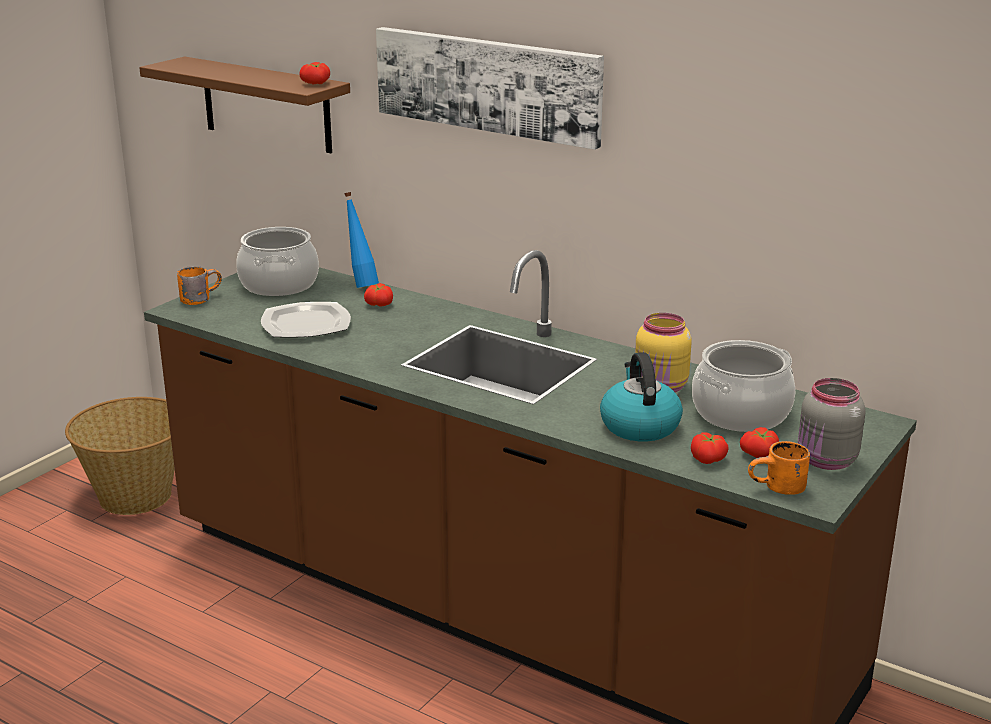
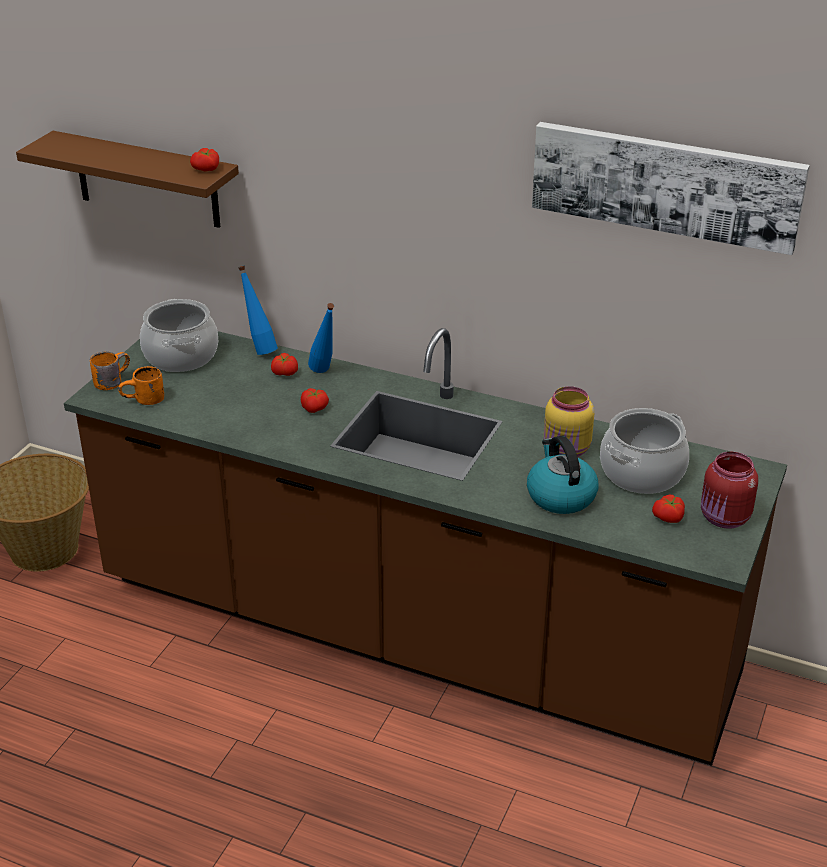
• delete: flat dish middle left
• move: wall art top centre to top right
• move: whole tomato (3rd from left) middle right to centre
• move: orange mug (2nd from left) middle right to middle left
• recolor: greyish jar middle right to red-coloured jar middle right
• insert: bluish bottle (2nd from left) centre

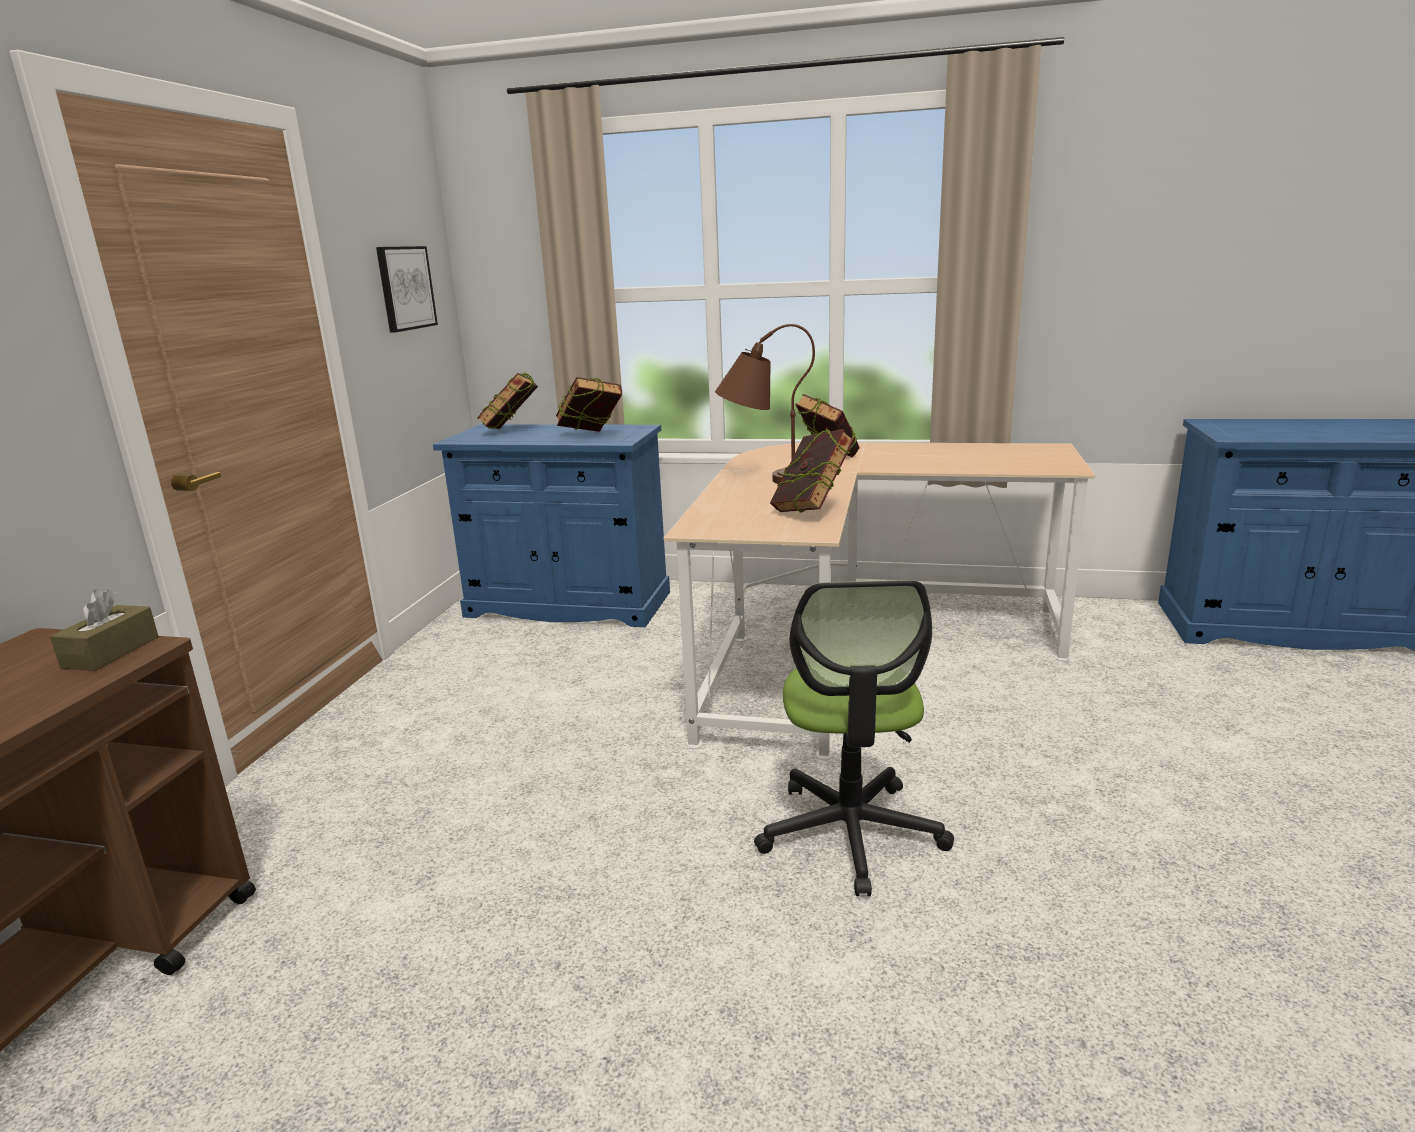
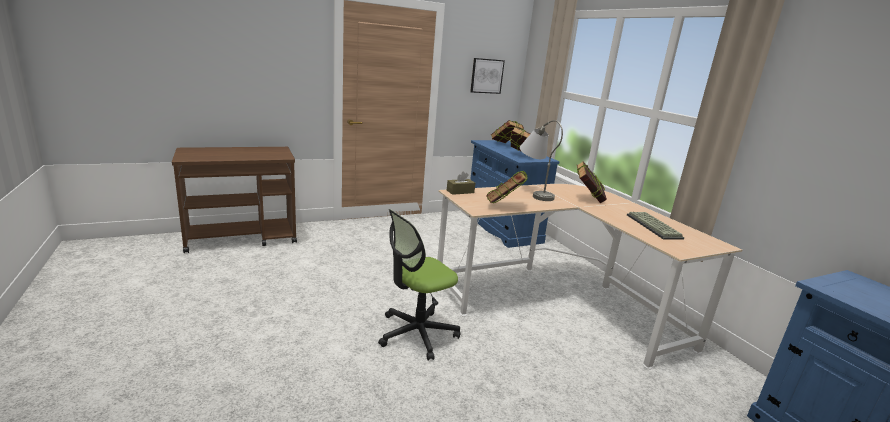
• move: brownish tissue holder middle left to centre
• recolor: brownish lamp for a table centre to greyish lamp for a table centre
• insert: keyboard middle right

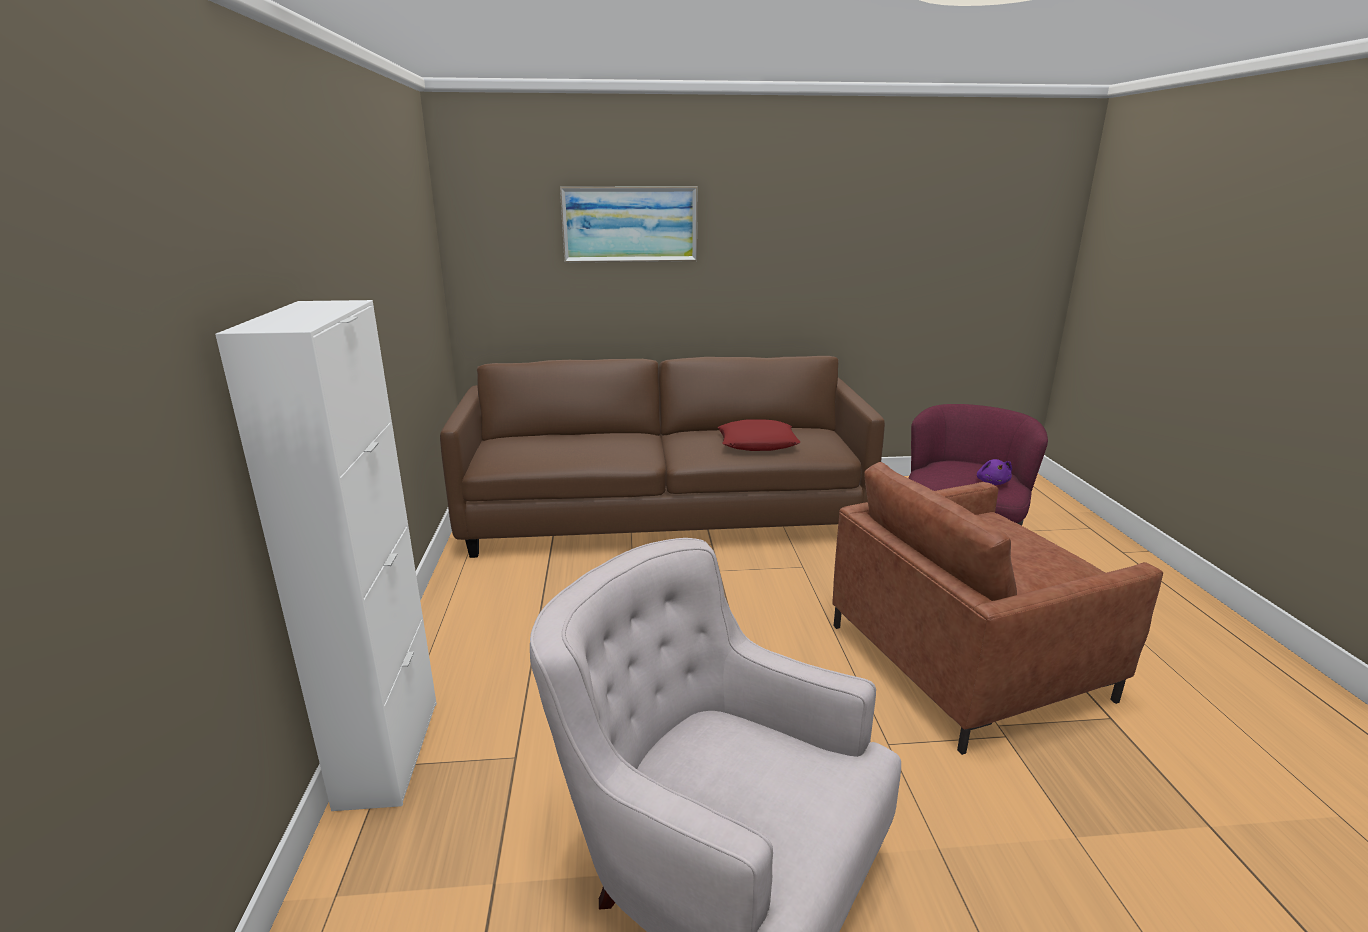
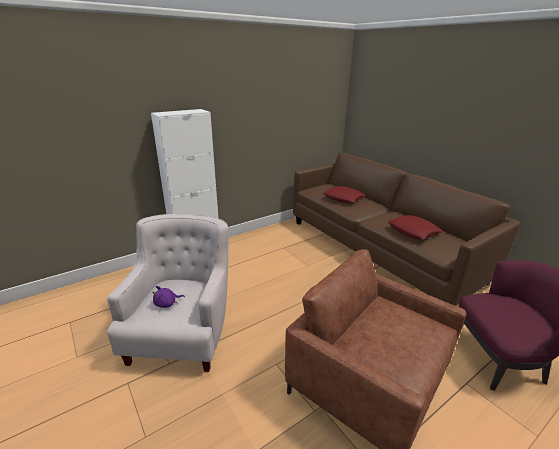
• delete: wall art top centre
• move: purplish plush toy middle right to middle left
• insert: red-coloured throw pillow (1st from left) centre

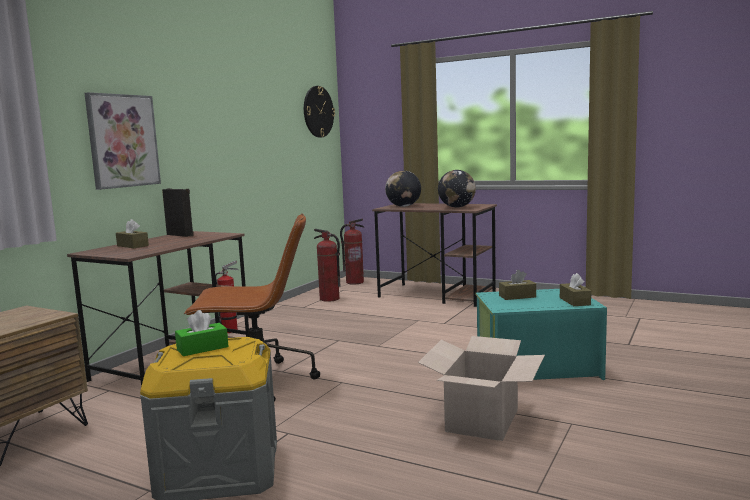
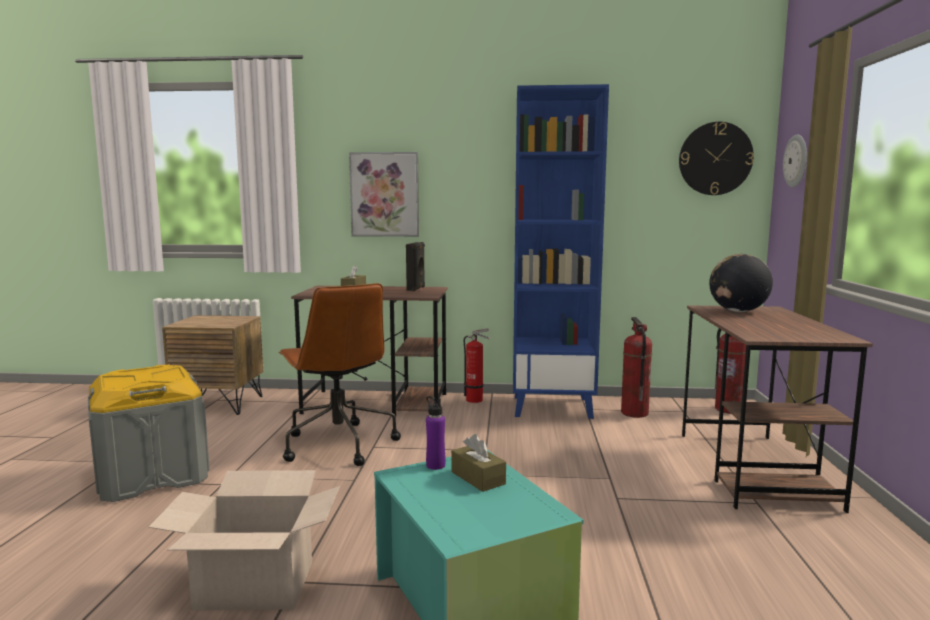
• delete: green-coloured tissue holder middle left
• delete: world globe (2nd from left) centre
• delete: brownish tissue holder (3rd from left) middle right
• insert: purplish bottle bottom centre
• insert: bluish shelving unit centre
• insert: wall clock (2nd from left) top right

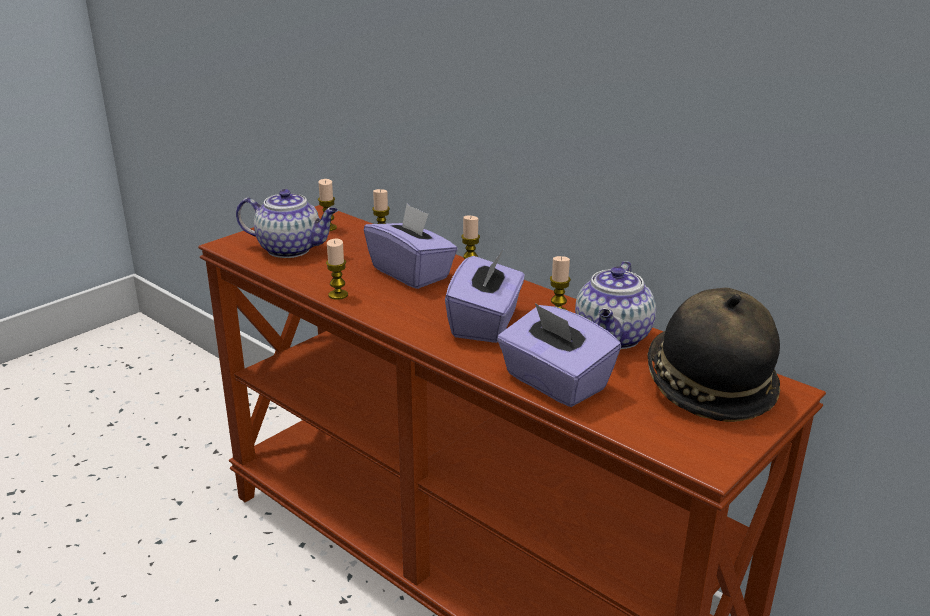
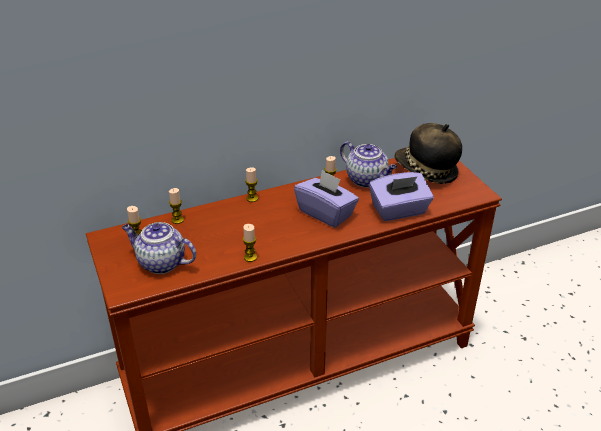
• rotate: pot for tea (1st from left) middle left = middle left 105 degrees counterclockwise
• delete: purplish tissue holder (1st from left) centre

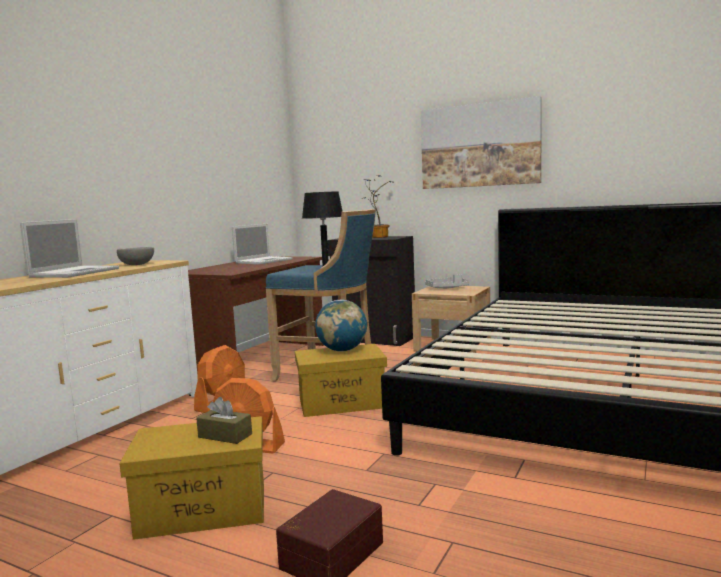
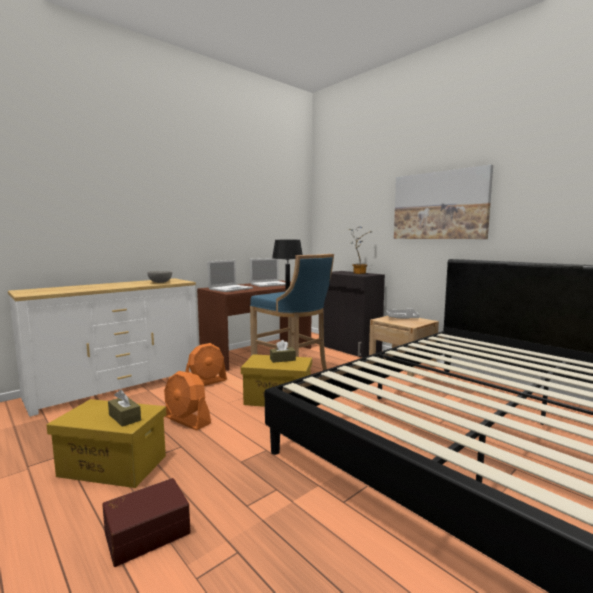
• move: notebook computer (1st from left) middle left to centre
• replace: world globe centre to brownish tissue holder (2nd from left) centre

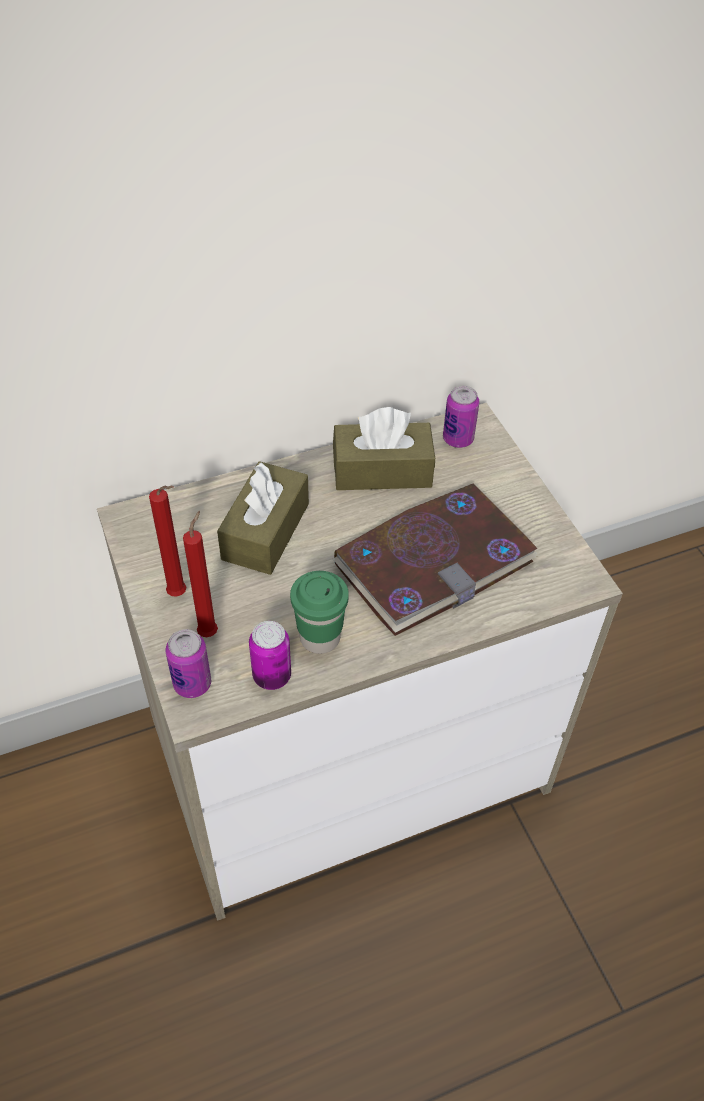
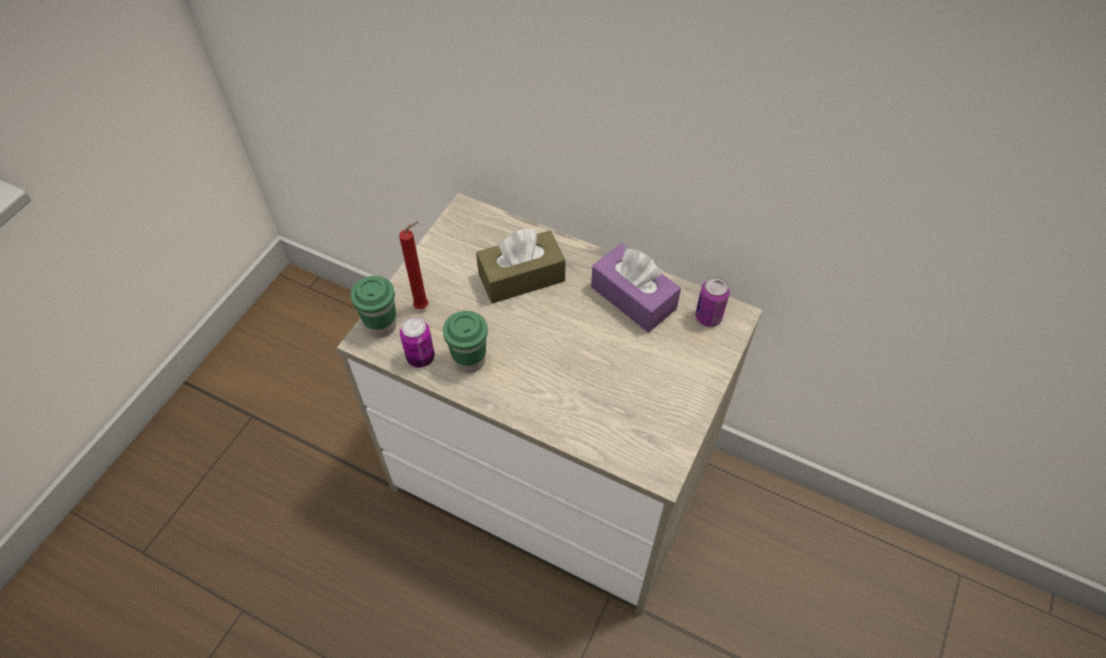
• delete: red-coloured candle (1st from left) middle left
• replace: sealed can (1st from left) middle left to green-coloured drinking cup (1st from left) centre
• recolor: brownish tissue holder (2nd from left) centre to purplish tissue holder centre
• delete: volume centre

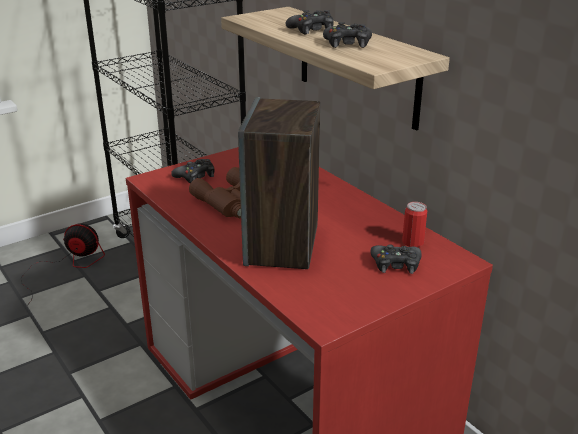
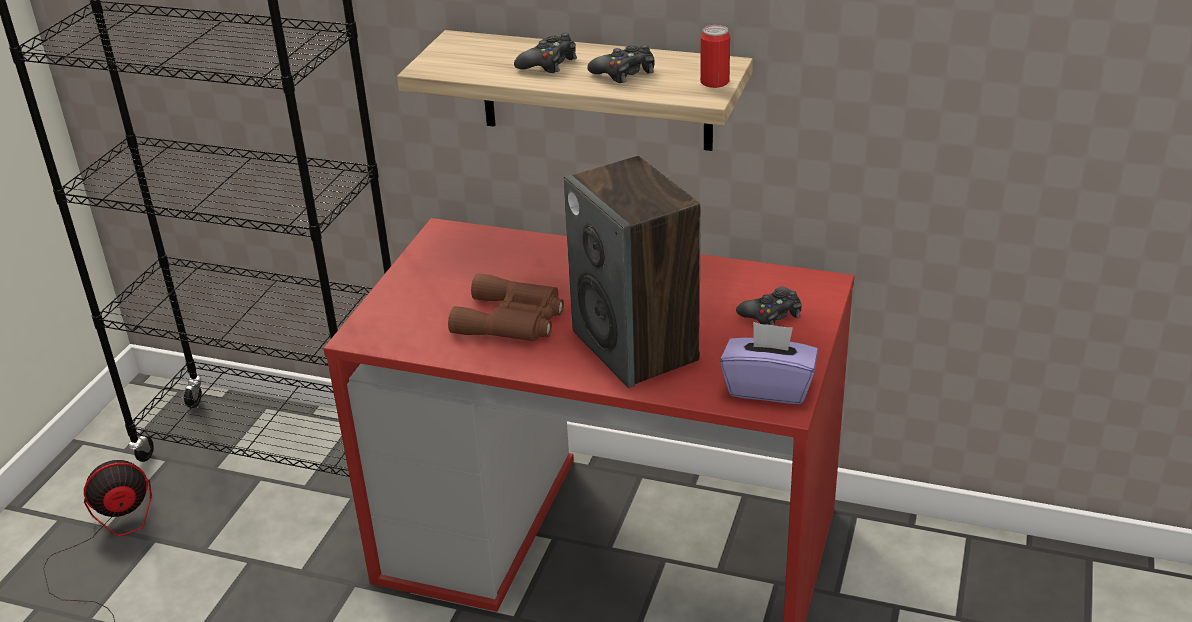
• delete: black gamepad (1st from left) middle left
• move: sealed can middle right to top centre
• insert: purplish tissue holder centre

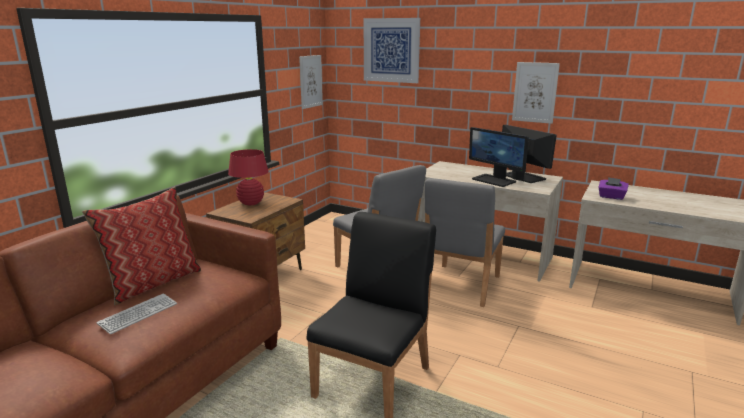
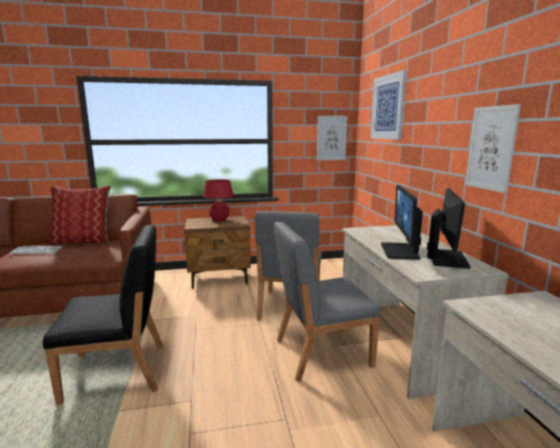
• delete: purplish tissue holder middle right

